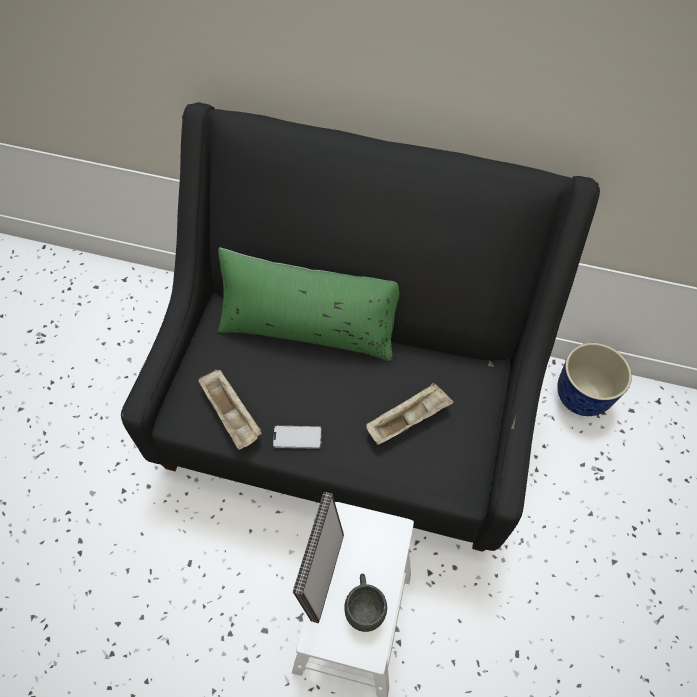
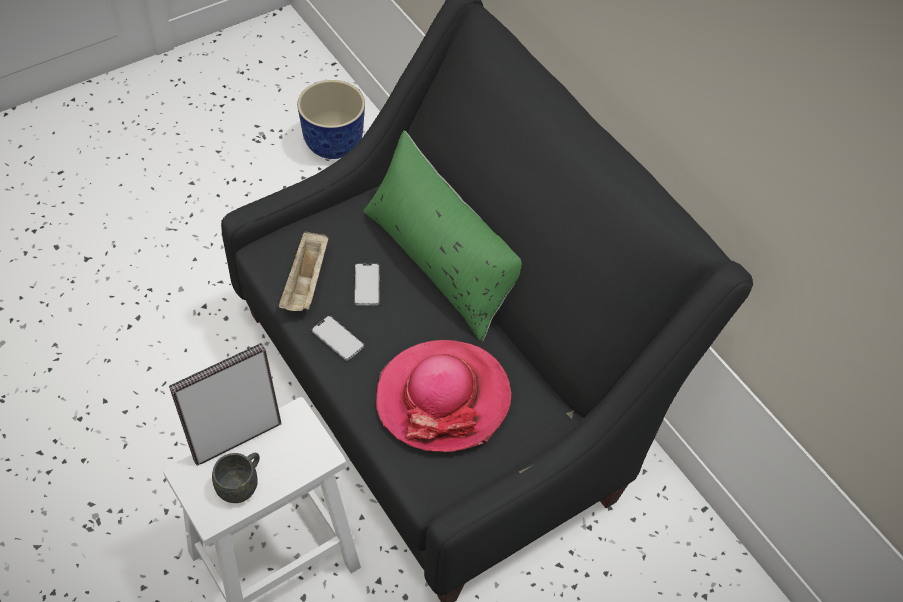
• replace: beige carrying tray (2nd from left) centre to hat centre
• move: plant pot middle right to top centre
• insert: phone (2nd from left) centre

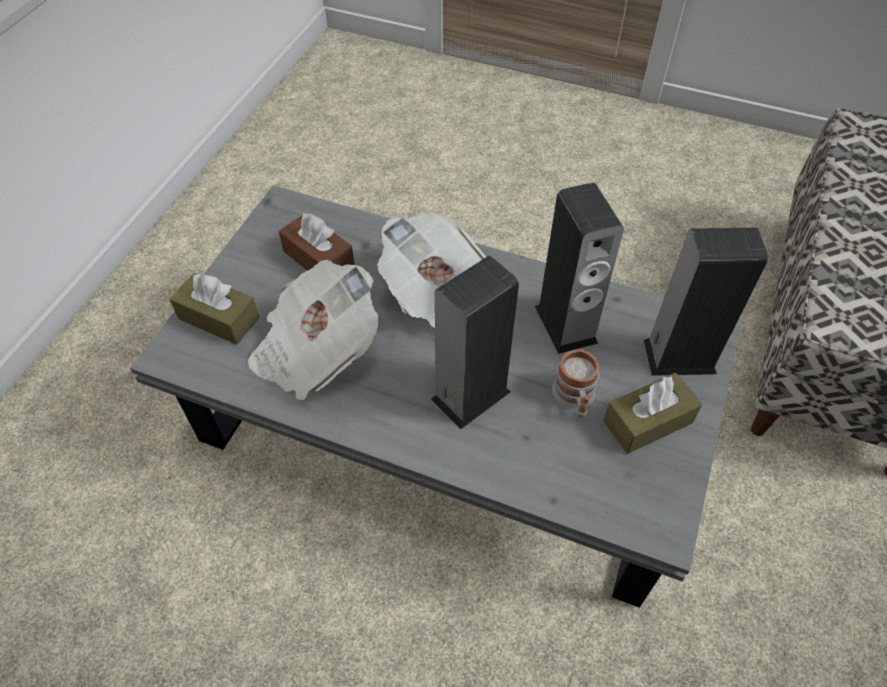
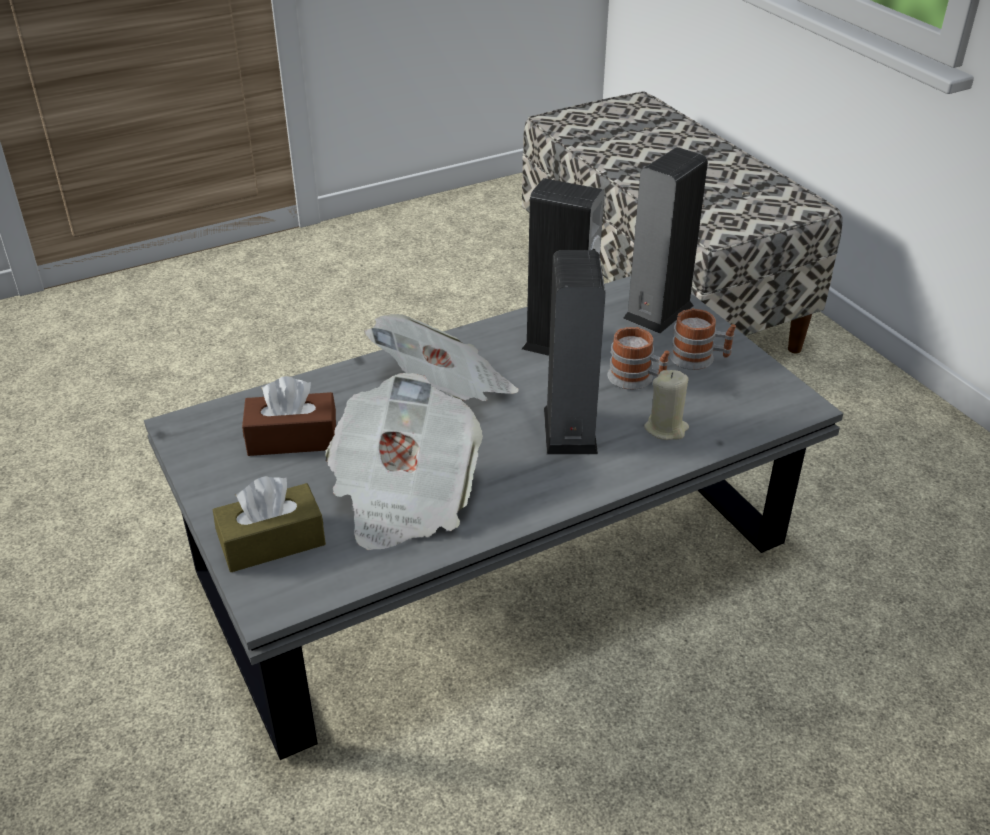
• replace: brownish tissue holder (3rd from left) middle right to mug (2nd from left) middle right
• insert: beige candle middle right

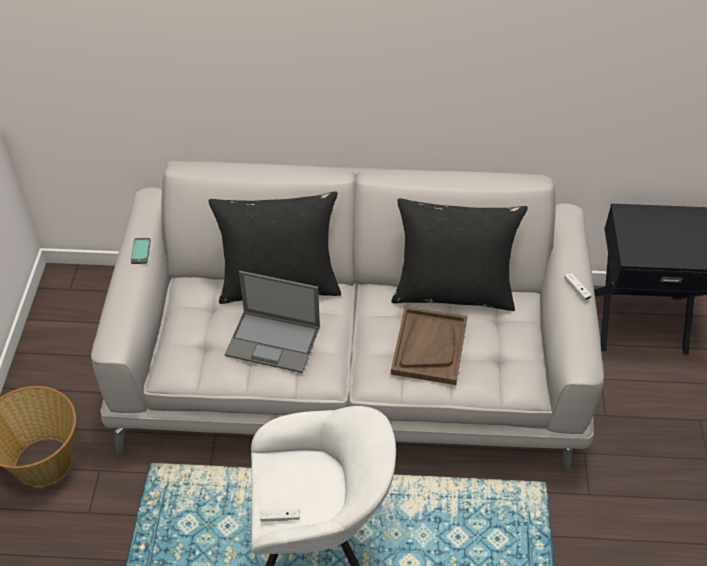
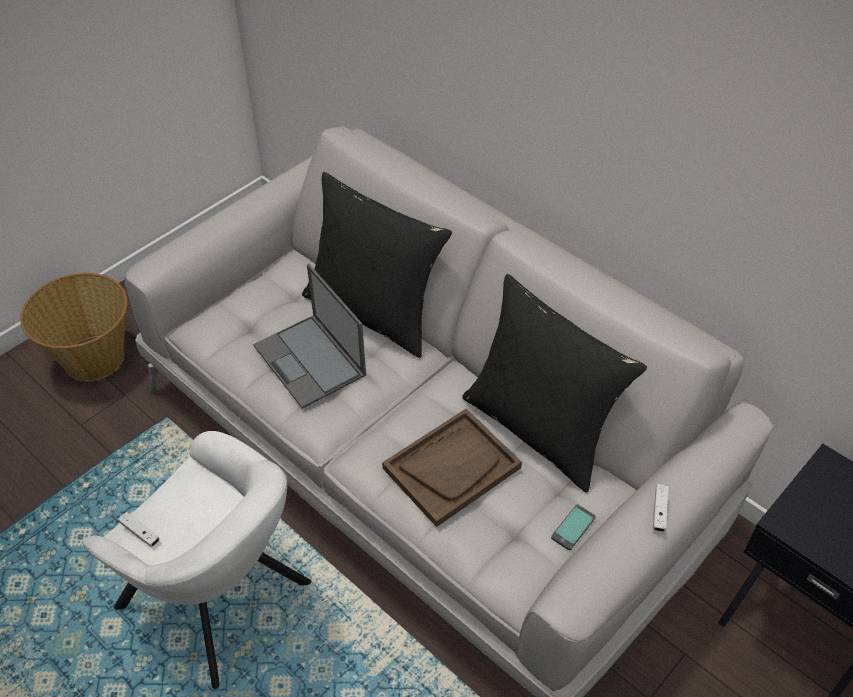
• move: phone middle left to bottom right

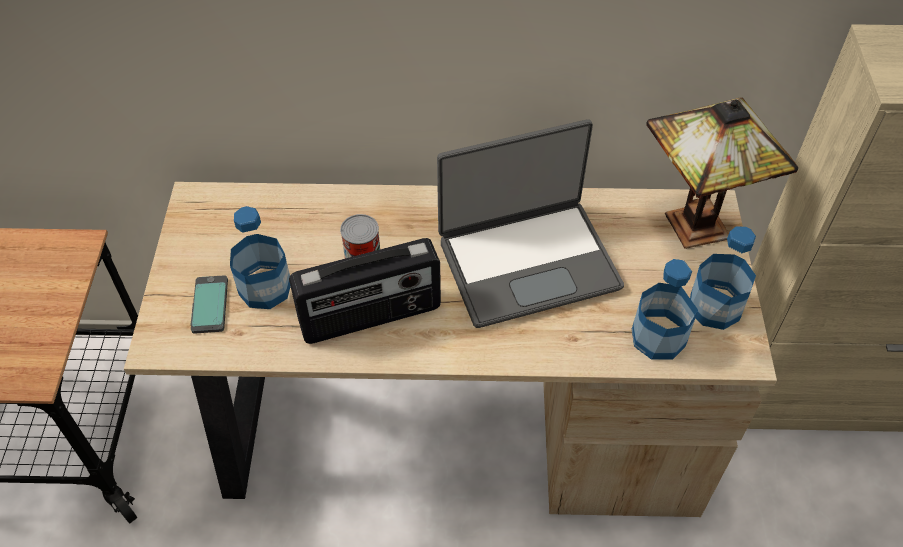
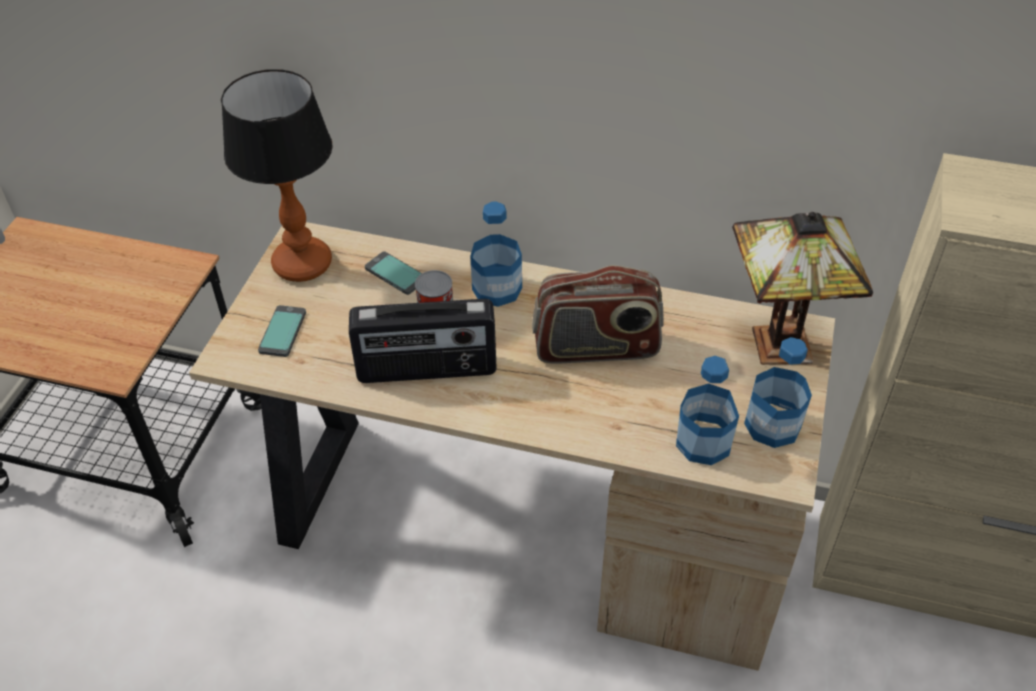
• move: bottle (1st from left) middle left to centre
• replace: notebook computer centre to radio set (2nd from left) centre
• insert: lamp for a table (1st from left) top left
• insert: phone (2nd from left) centre

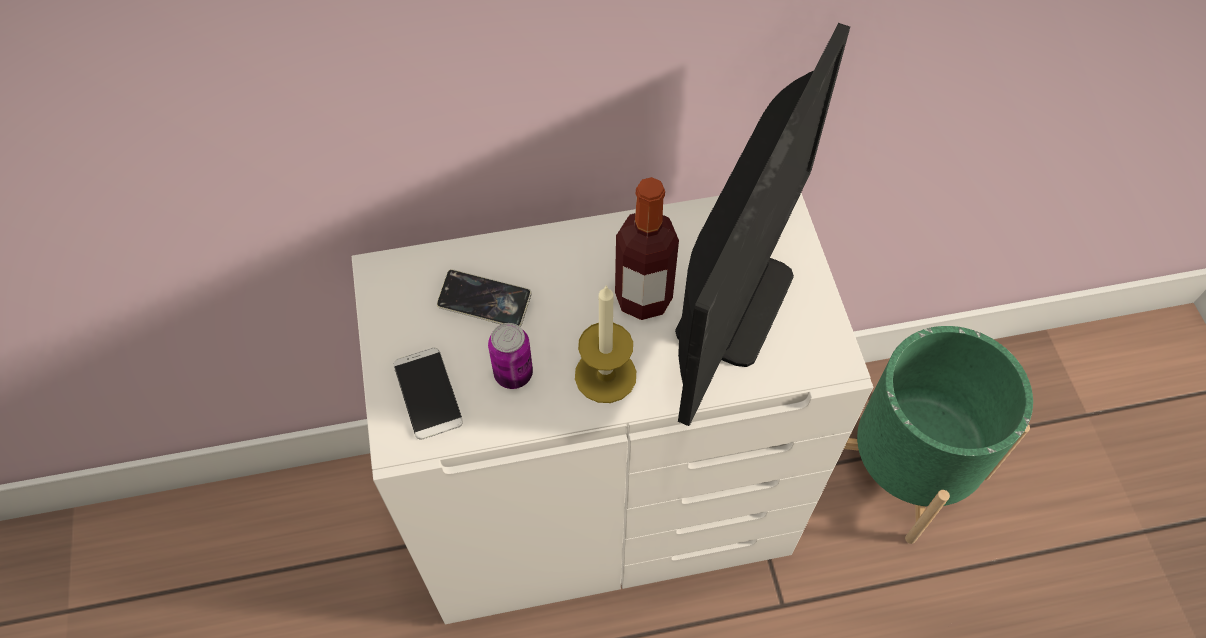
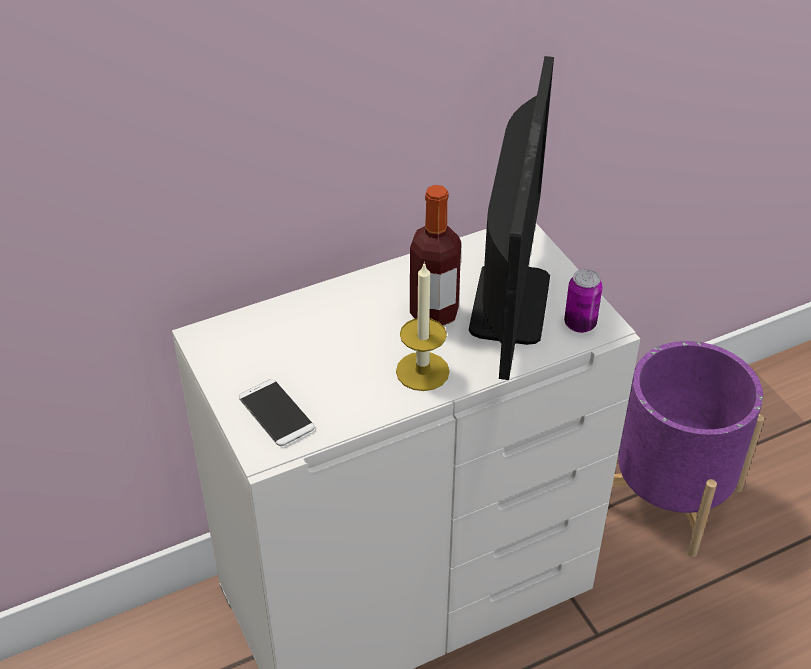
• delete: phone (2nd from left) centre
• move: sealed can centre to middle right
• recolor: green-coloured plant pot bottom right to purplish plant pot bottom right

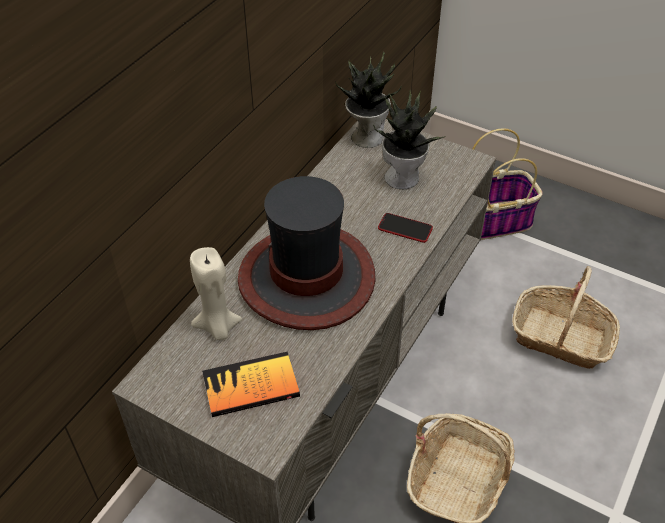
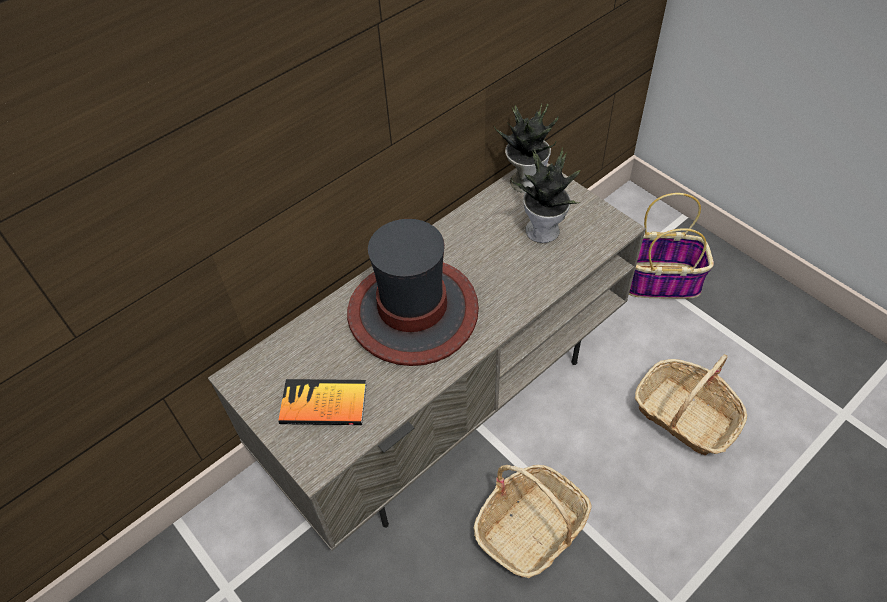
• delete: beige candle middle left
• delete: phone centre

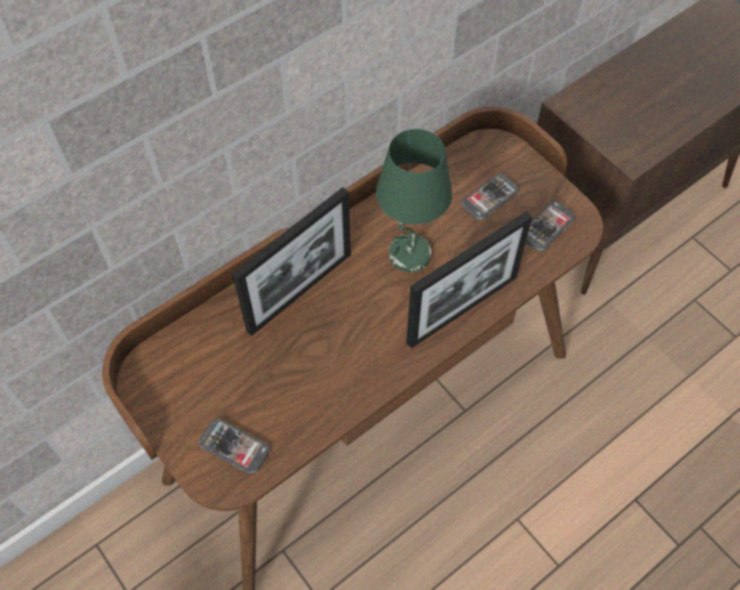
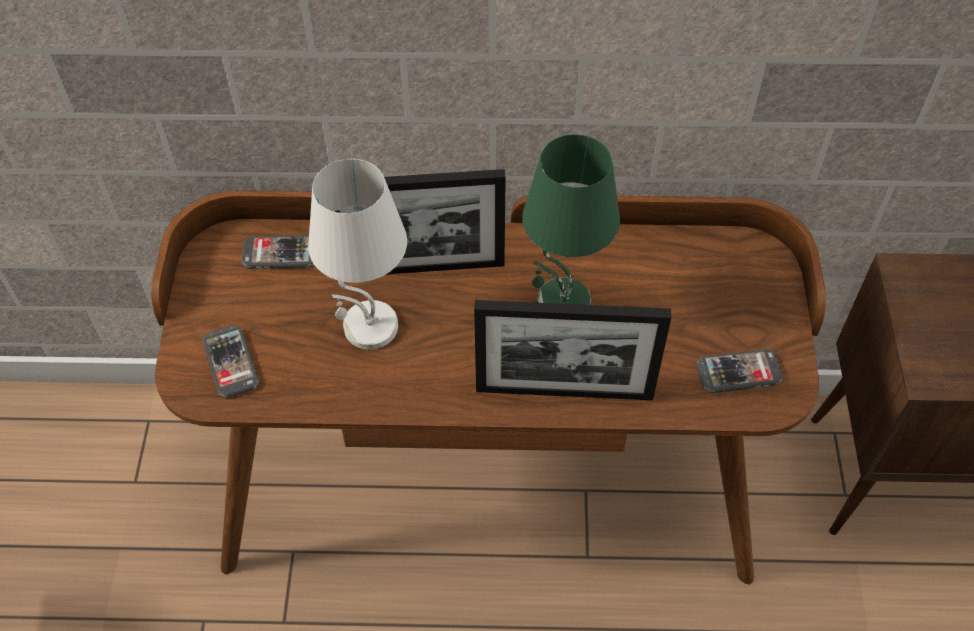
• move: phone (2nd from left) top centre to middle left
• insert: white lamp for a table centre

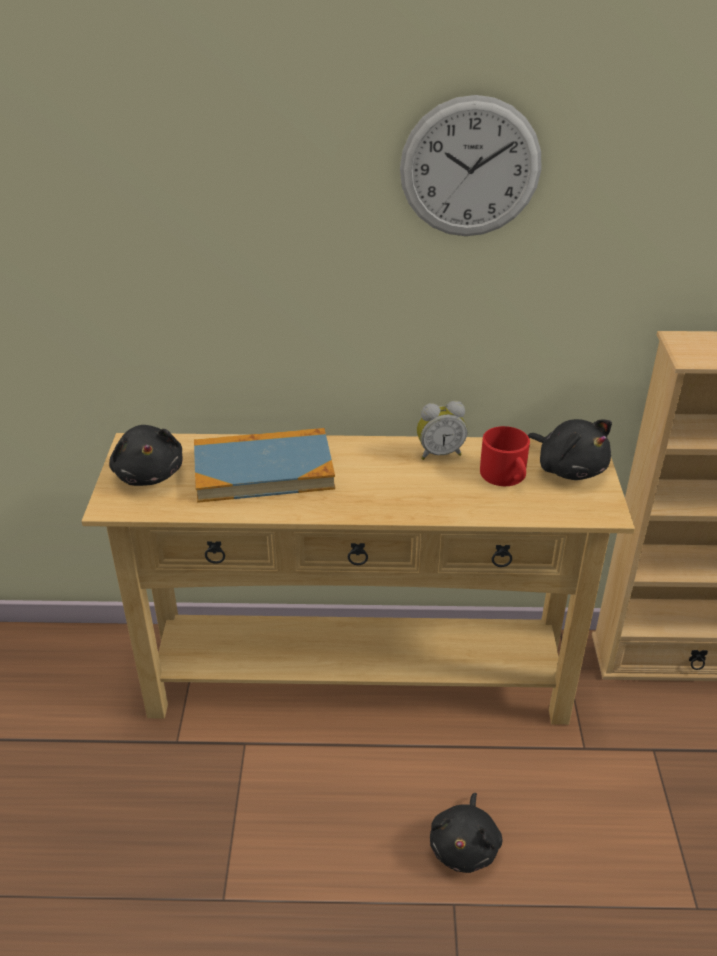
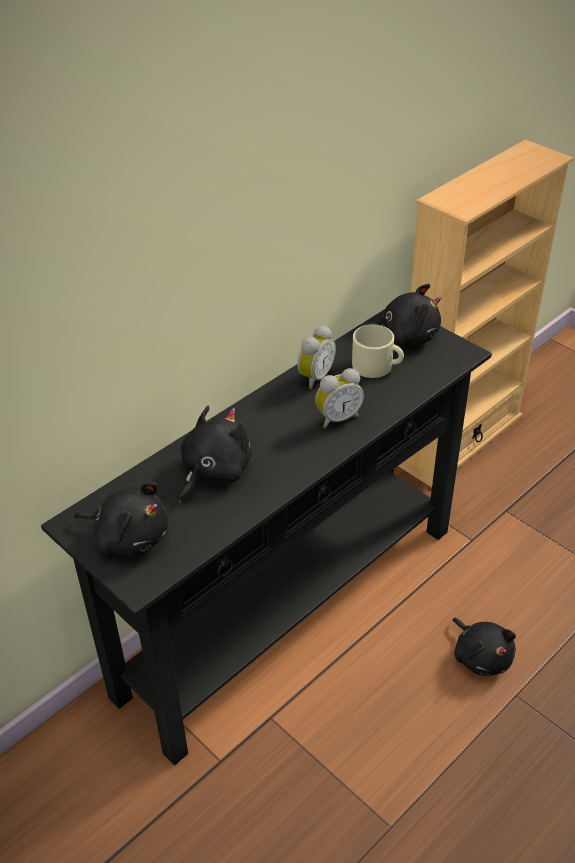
• recolor: beige console table centre to black console table centre
• replace: volume centre to black plush toy (2nd from left) centre
• delete: wall clock top centre
• recolor: red-coloured mug middle right to beige mug centre
• insert: bedside clock (2nd from left) centre

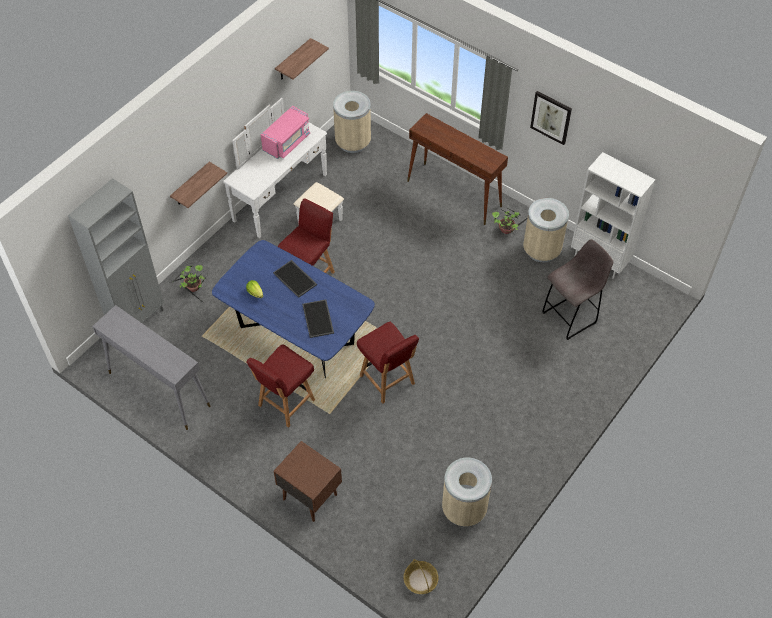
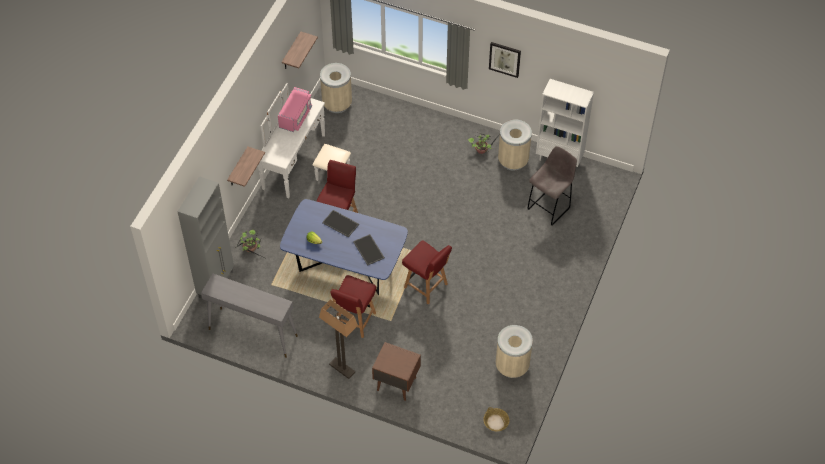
• delete: brownish console table top centre
• insert: standing lamp bottom centre

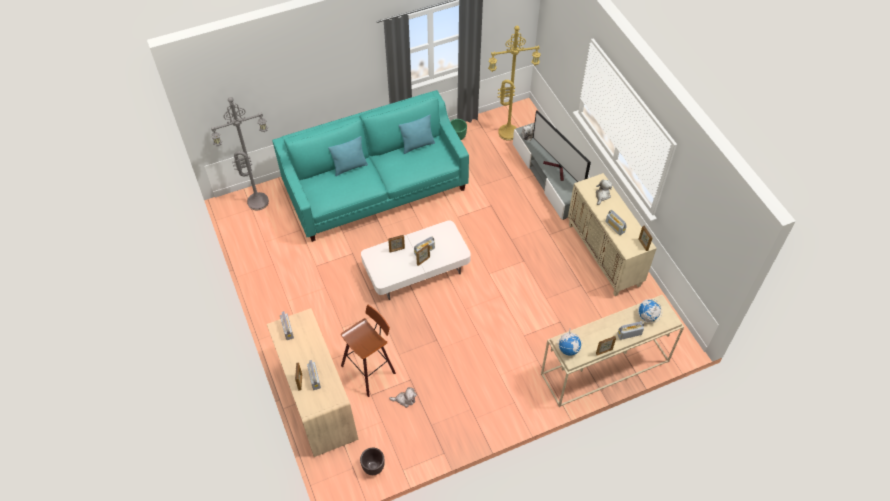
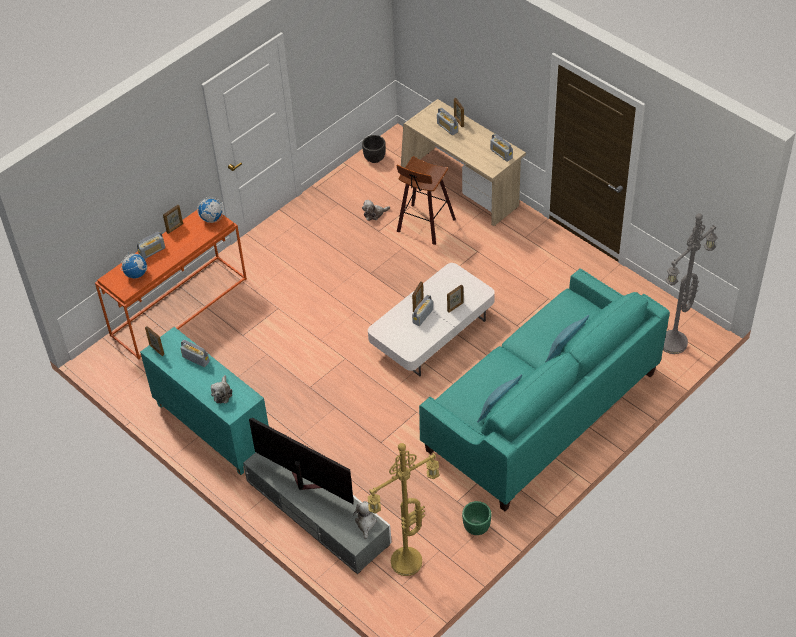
• recolor: beige console table bottom right to orange console table middle left
• recolor: beige cabinet middle right to turquoise cabinet middle left

